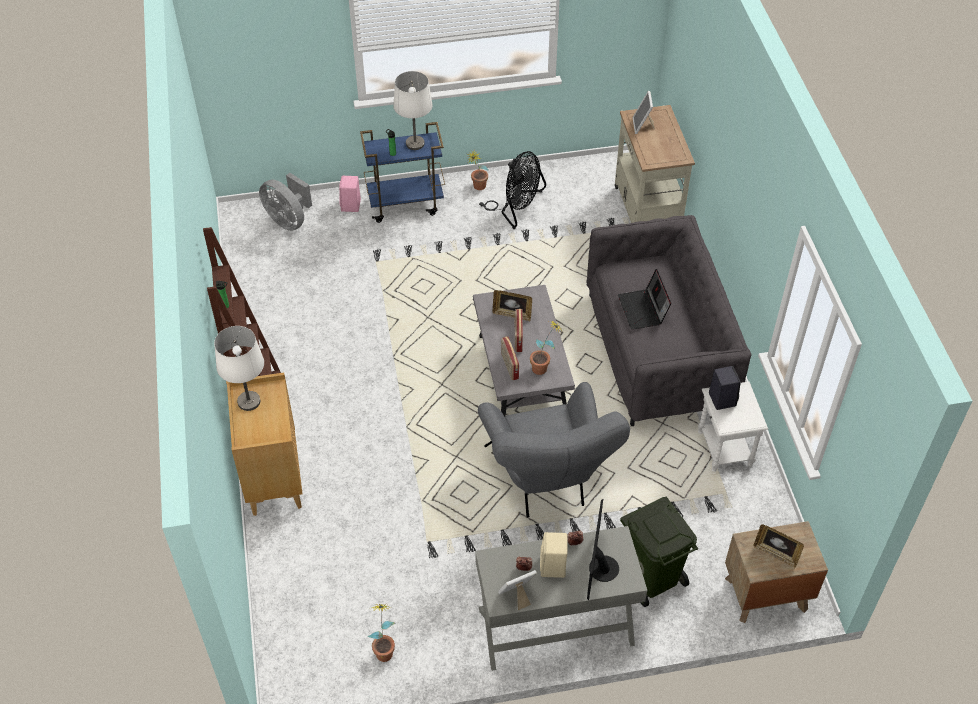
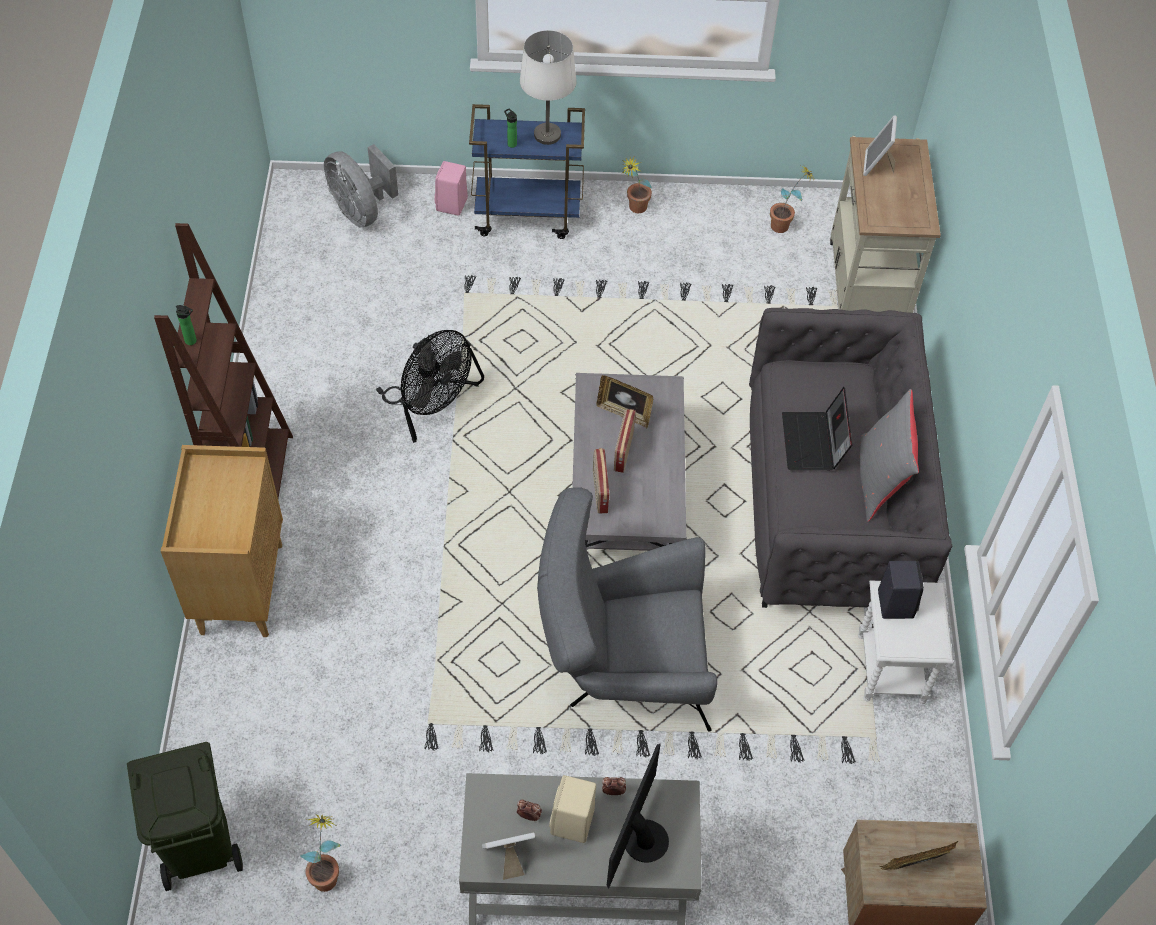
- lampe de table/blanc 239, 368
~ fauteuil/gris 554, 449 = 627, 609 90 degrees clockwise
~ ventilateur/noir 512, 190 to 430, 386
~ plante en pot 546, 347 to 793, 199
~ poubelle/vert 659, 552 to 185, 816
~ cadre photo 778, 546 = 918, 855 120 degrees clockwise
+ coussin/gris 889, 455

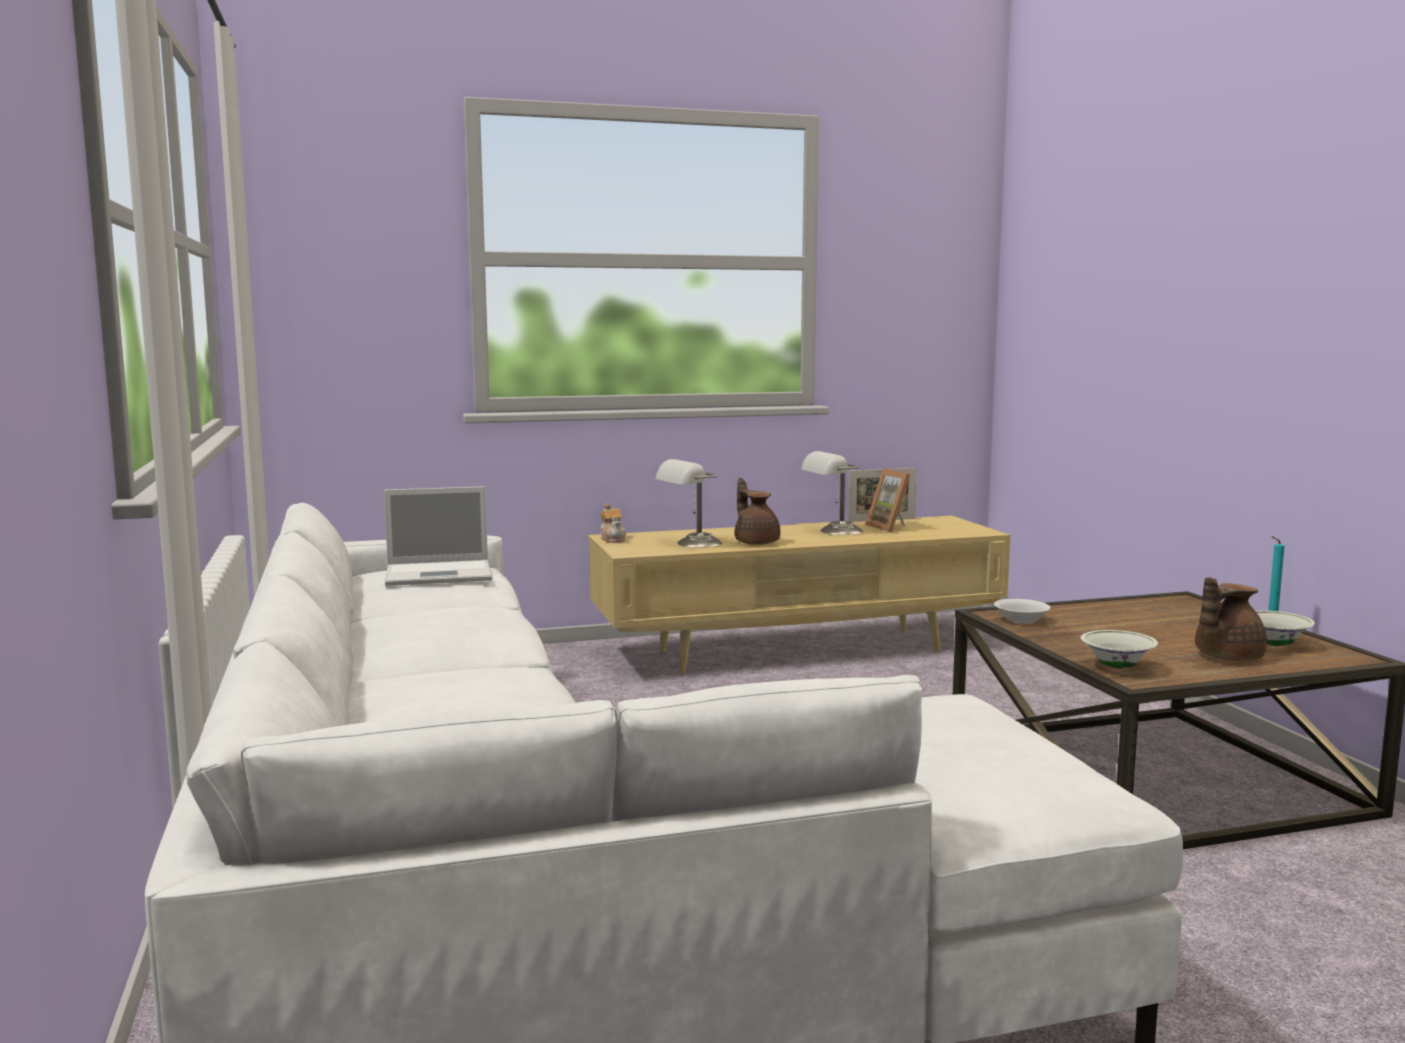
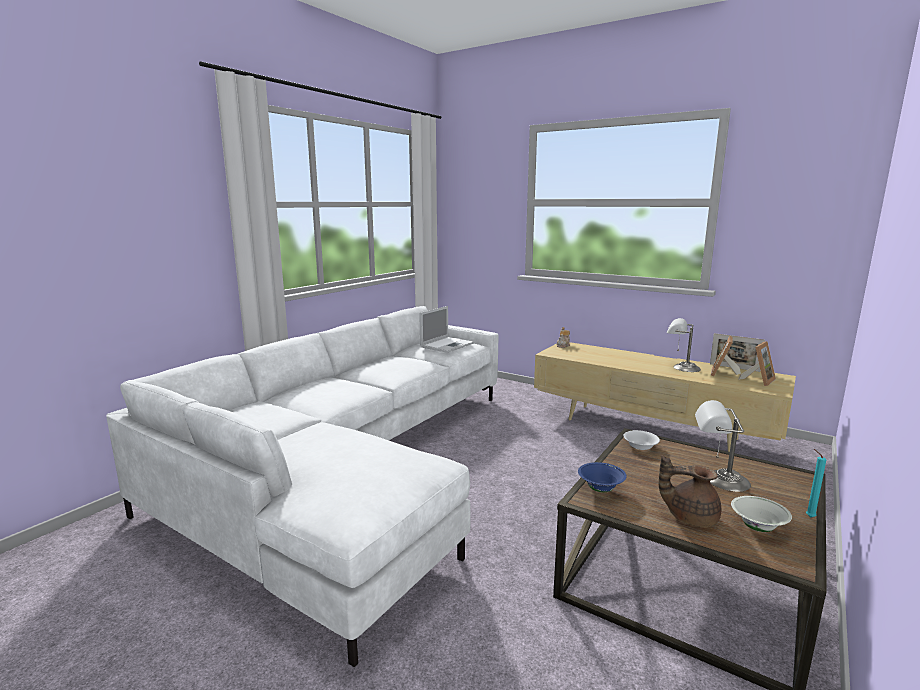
~ ordinateur portable 438, 536 = 446, 329 90 degrees counterclockwise
~ lampe de table/blanc 688, 503 to 723, 446
- théière/marron 757, 511
~ bol/blanc 1119, 649 to bol/bleu 602, 477
+ cadre photo 757, 363

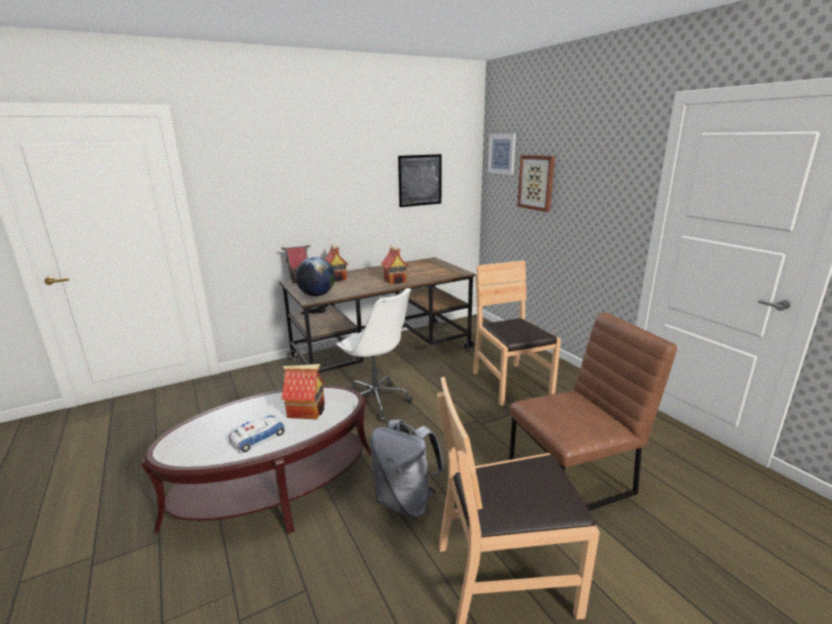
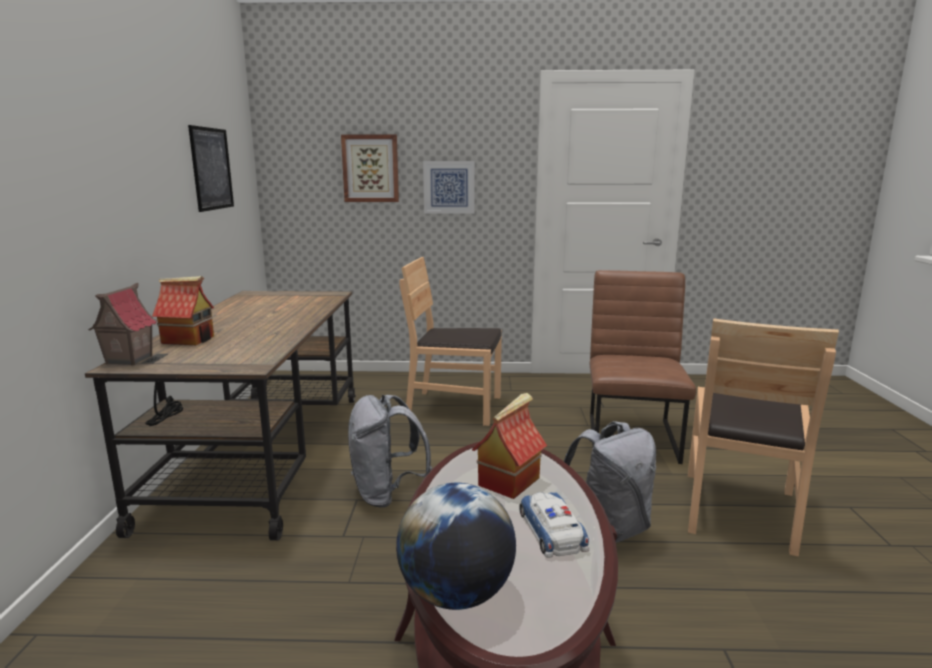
~ globe 315, 276 to 456, 546
~ chaise de bureau/blanc 374, 355 to sac à dos/gris 390, 450
- maison miniature 395, 265
~ tableau 502, 154 to 449, 187

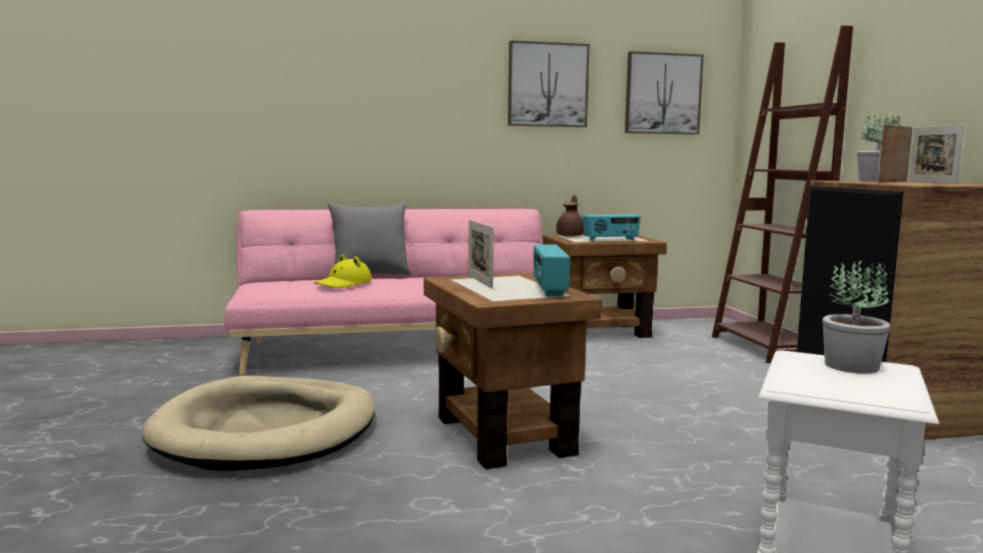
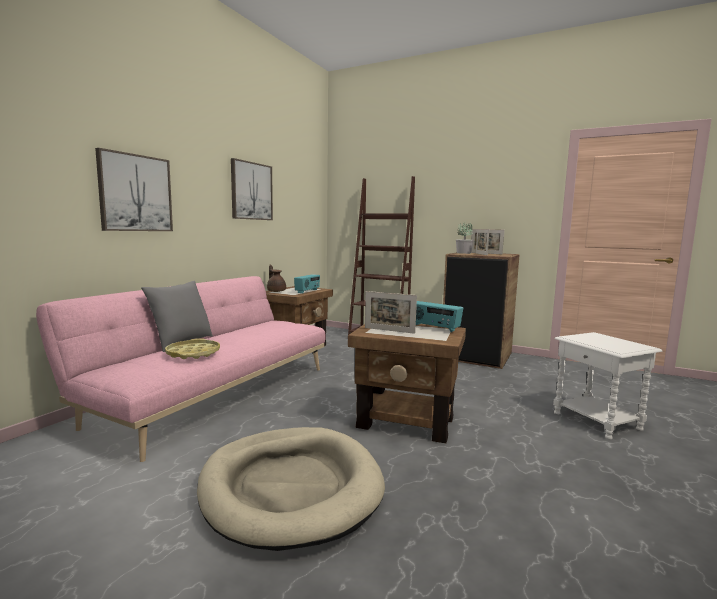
~ chapeau/jaune 343, 271 to plateau/jaune 192, 348
~ tableau 664, 93 to 134, 189
- plante en pot 856, 317

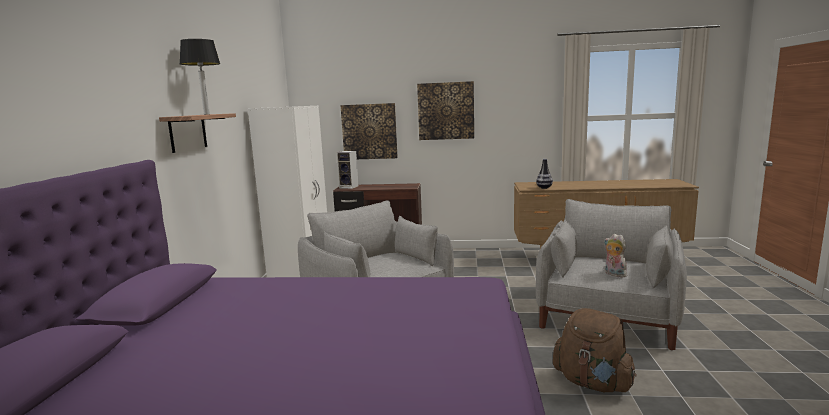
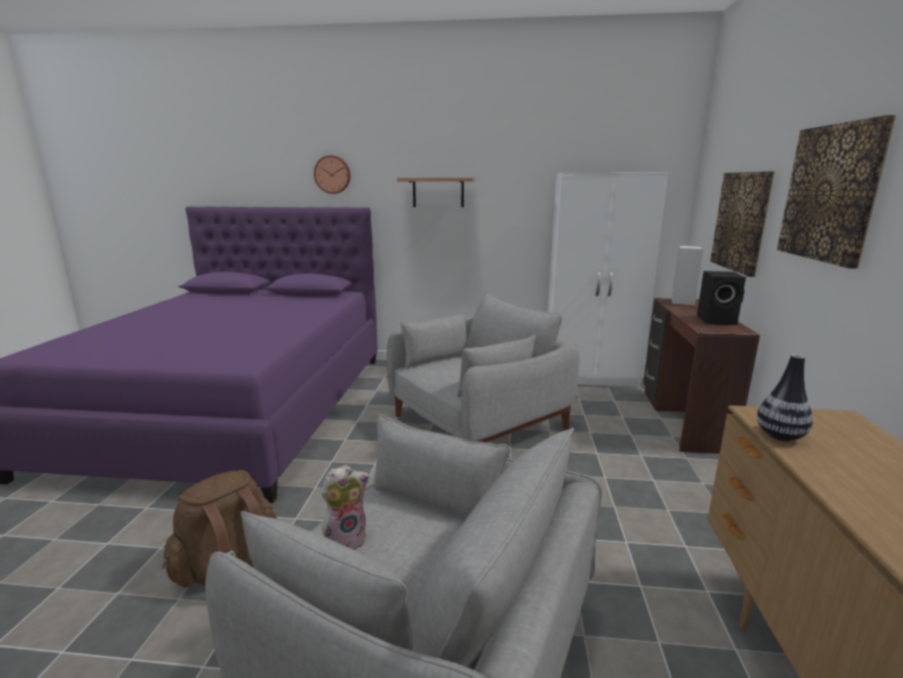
- lampe de table 199, 77
+ horloge murale 332, 174
+ enceinte/noir 721, 298

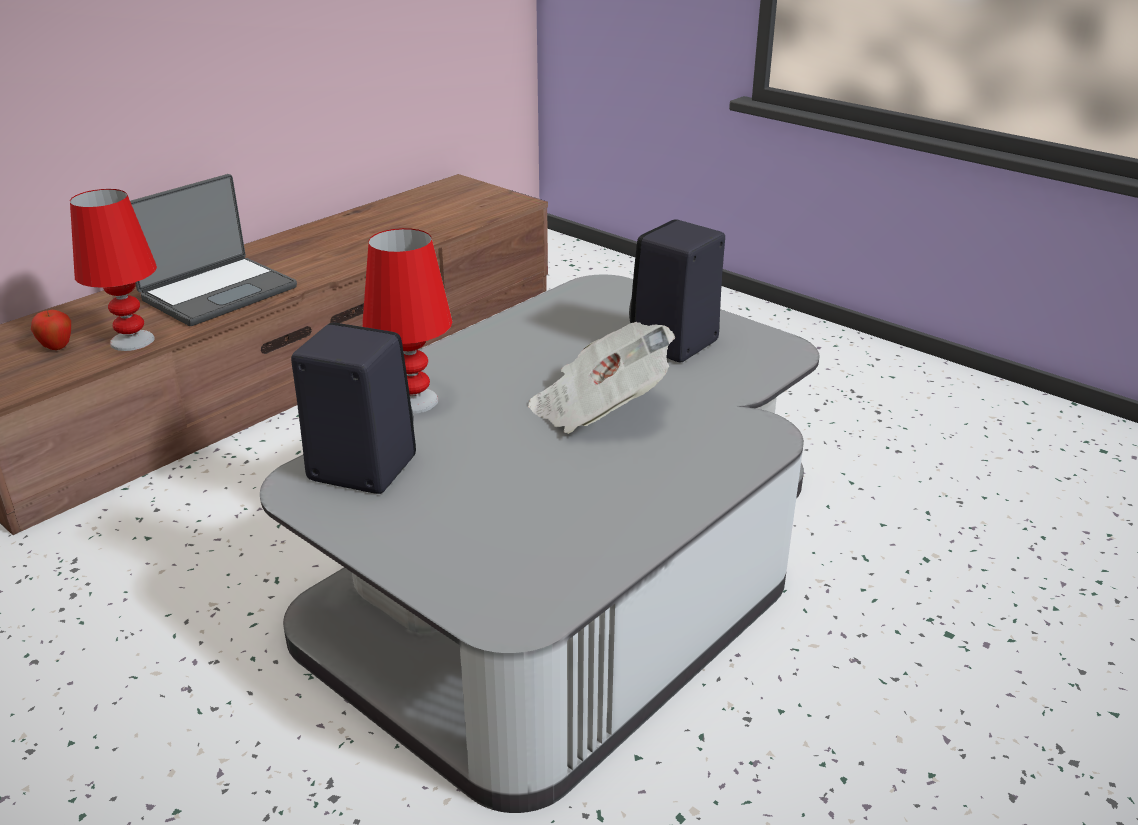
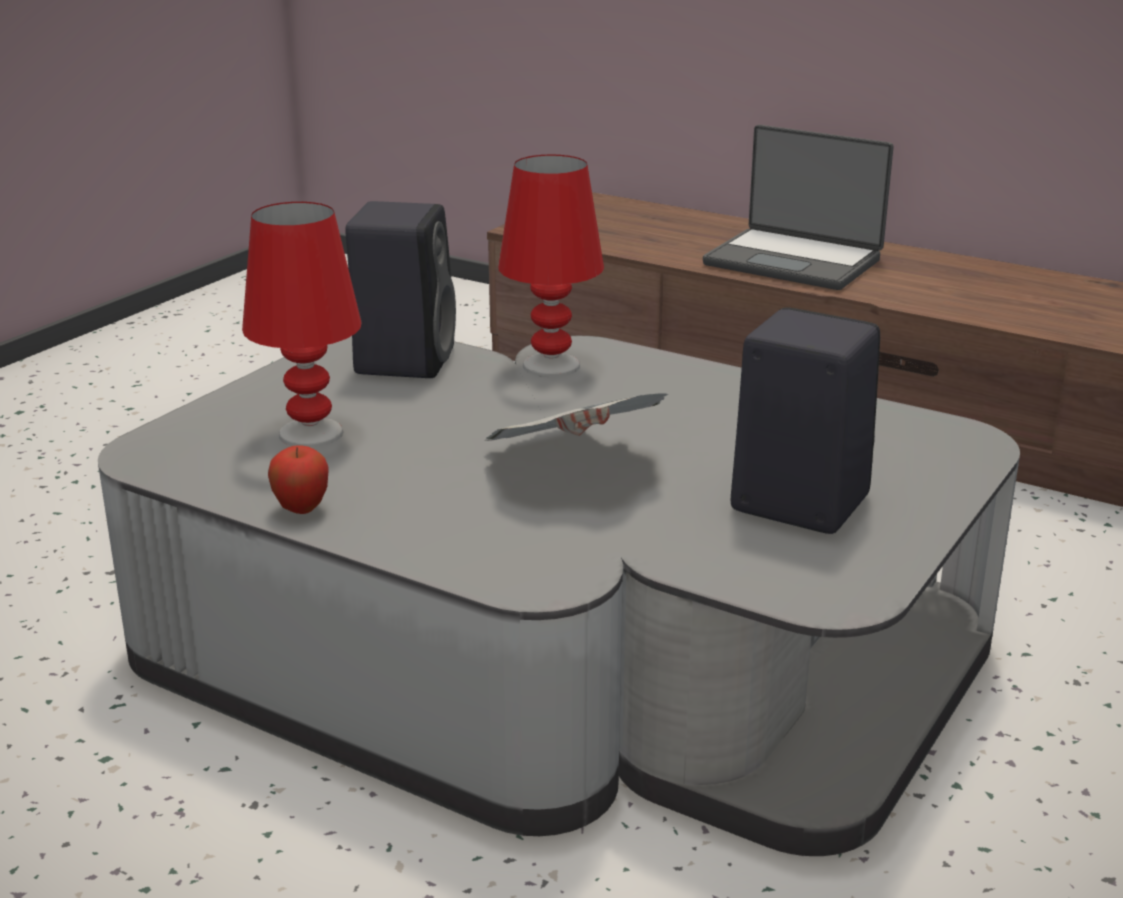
~ pomme 51, 330 to 298, 479
~ lampe de table/rouge 113, 270 to 302, 325

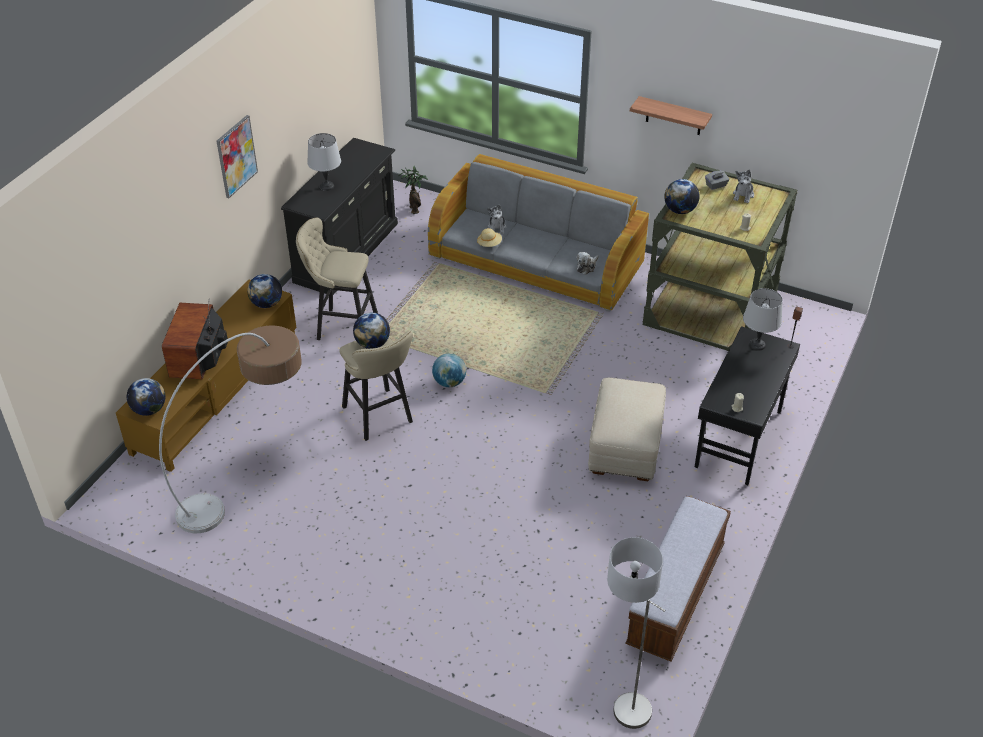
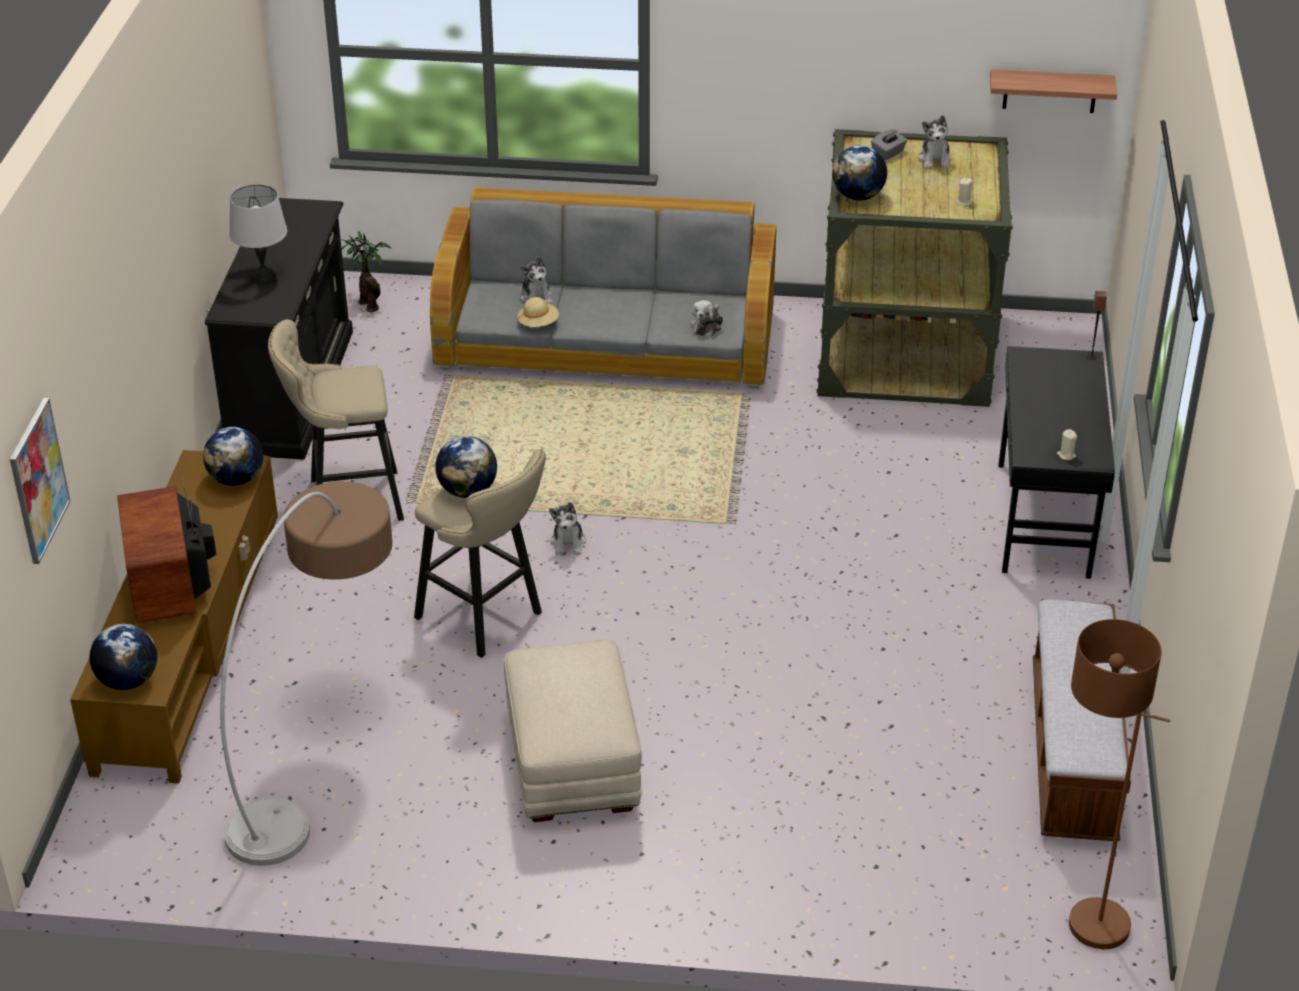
~ tableau 237, 156 to 40, 481
~ globe 449, 370 to peluche 567, 528
~ pouf/beige 627, 429 to 573, 730
~ lampadaire/gris 636, 633 to lampadaire/marron 1120, 784
~ étagère 671, 115 to 1053, 91
- lampe de table/gris 763, 319

